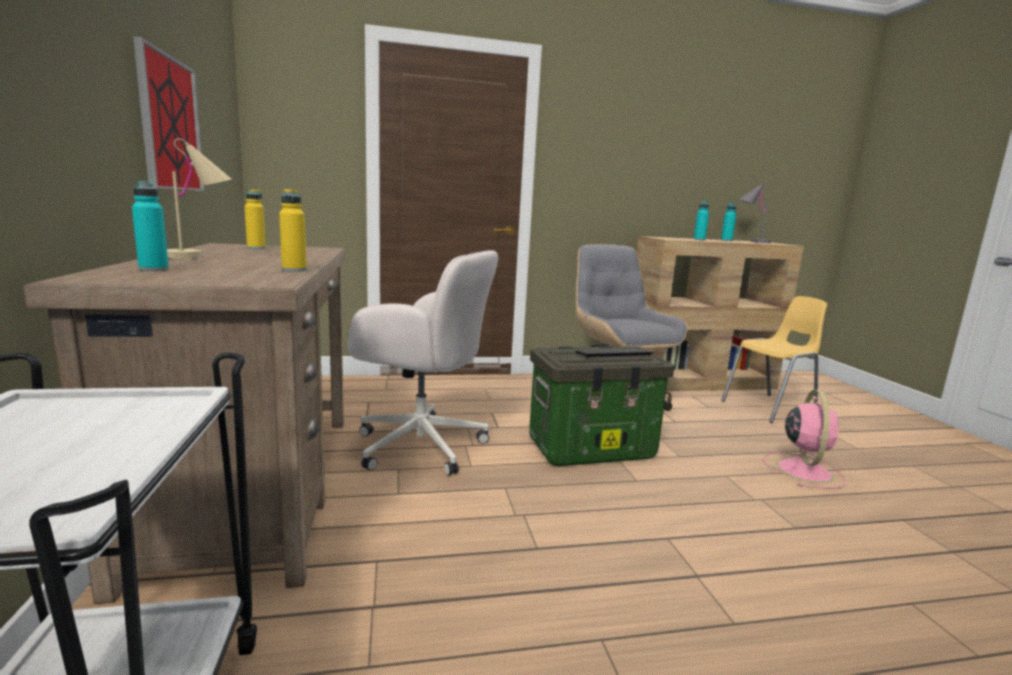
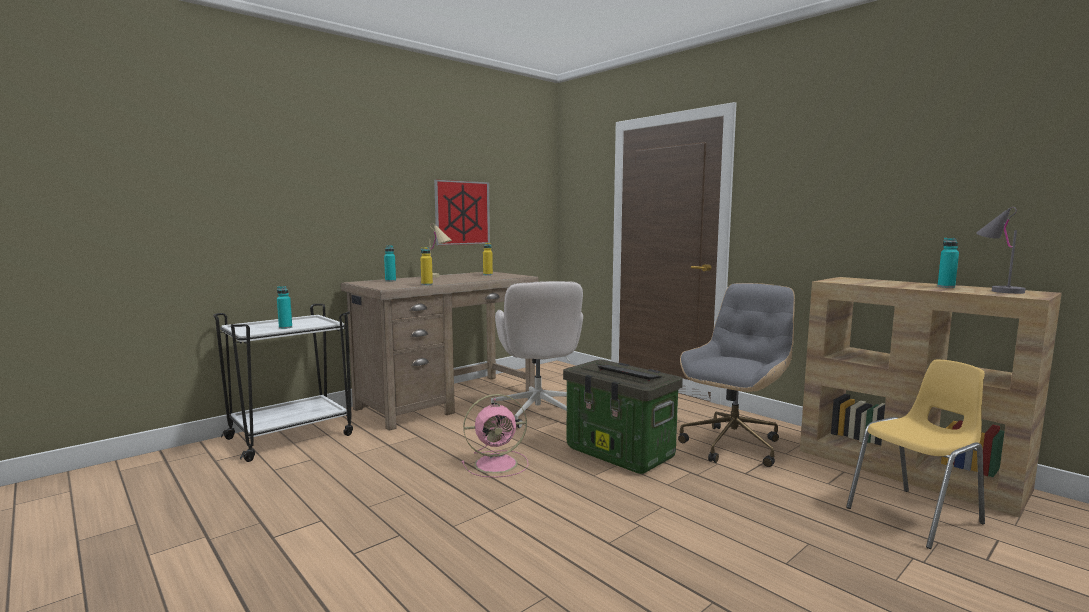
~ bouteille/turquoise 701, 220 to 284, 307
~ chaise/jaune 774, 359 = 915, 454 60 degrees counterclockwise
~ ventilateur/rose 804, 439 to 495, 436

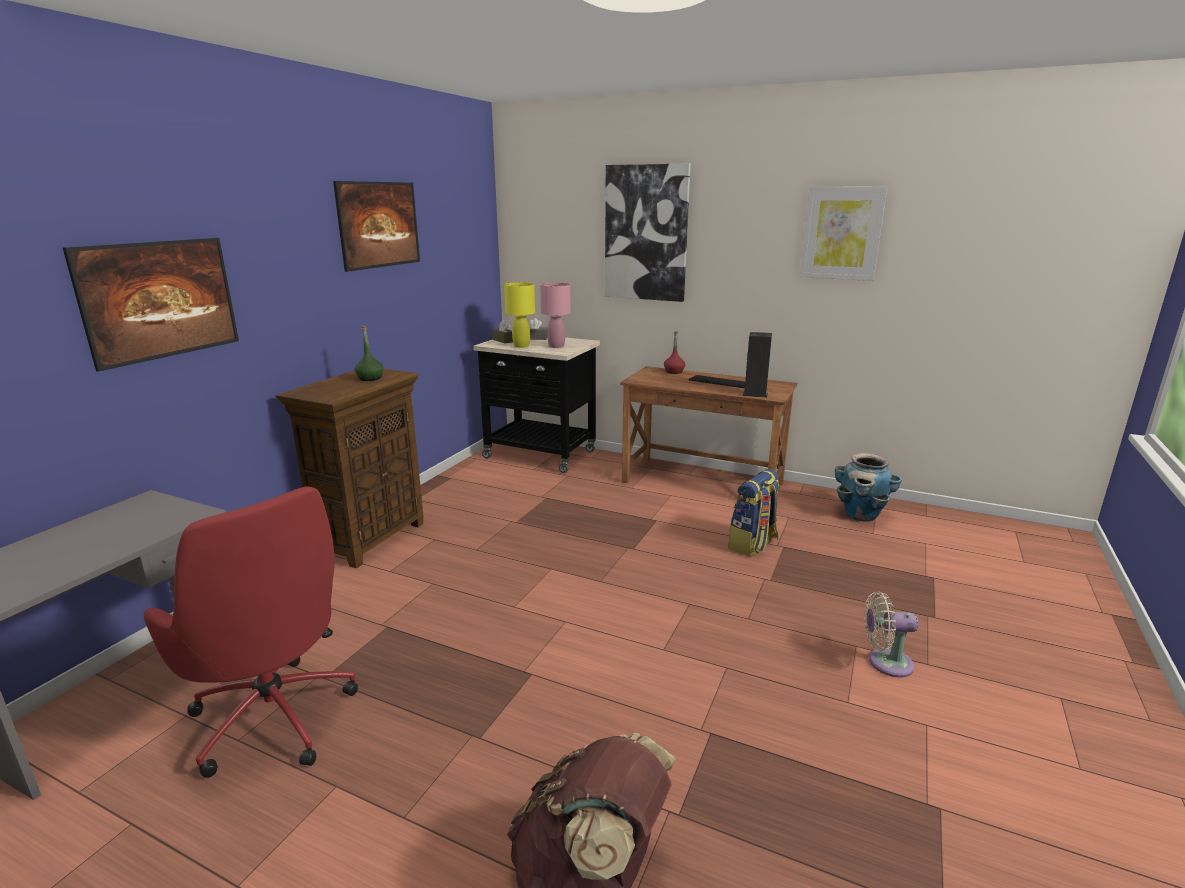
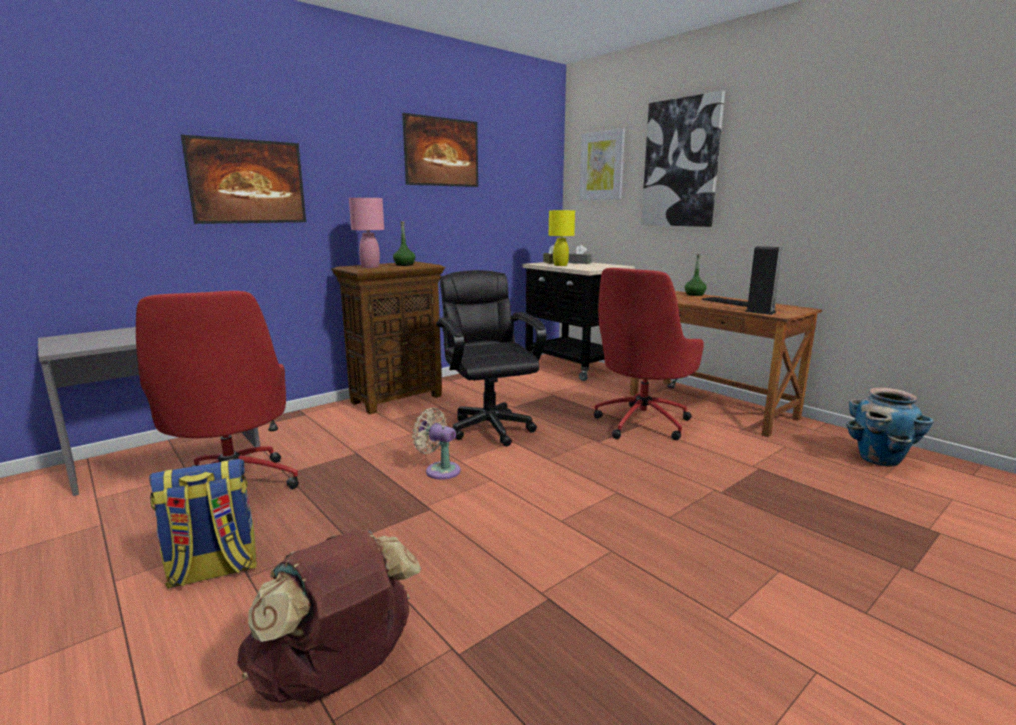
~ lampe de table/rose 555, 315 to 366, 233
~ bouteille/rouge 674, 352 to bouteille/vert 696, 275
~ sac à dos 754, 513 to 203, 524
~ tableau 843, 234 to 602, 164
~ ventilateur/beige 891, 634 to 436, 444
+ chaise de bureau/noir 491, 358
+ chaise de bureau/rouge 649, 354

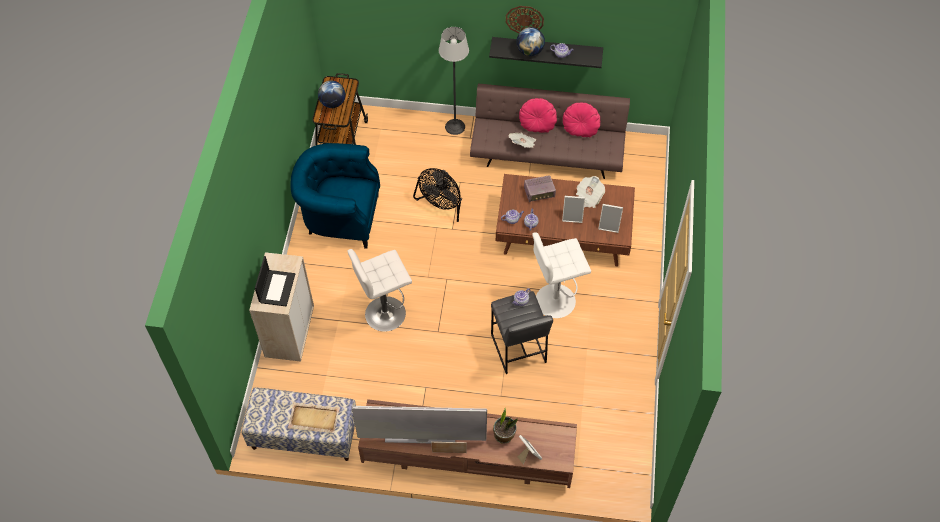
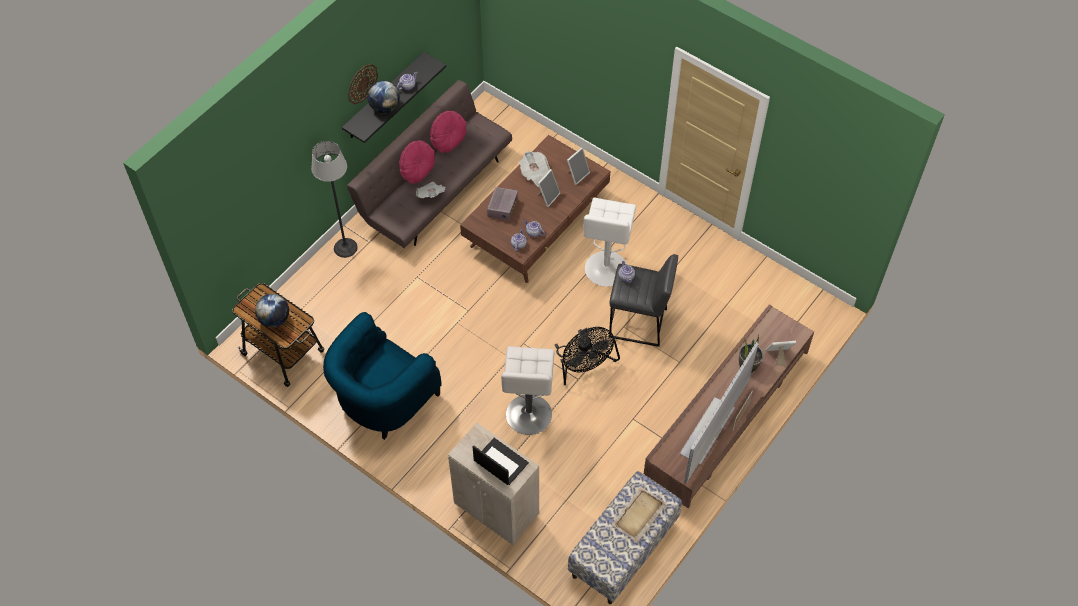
~ ventilateur/noir 437, 195 to 587, 356

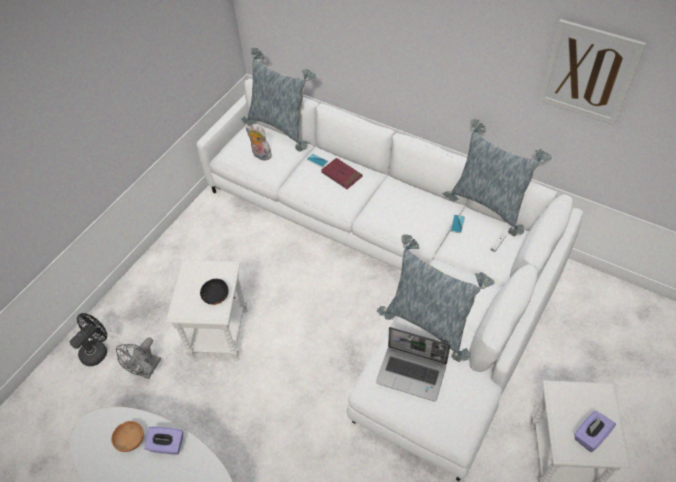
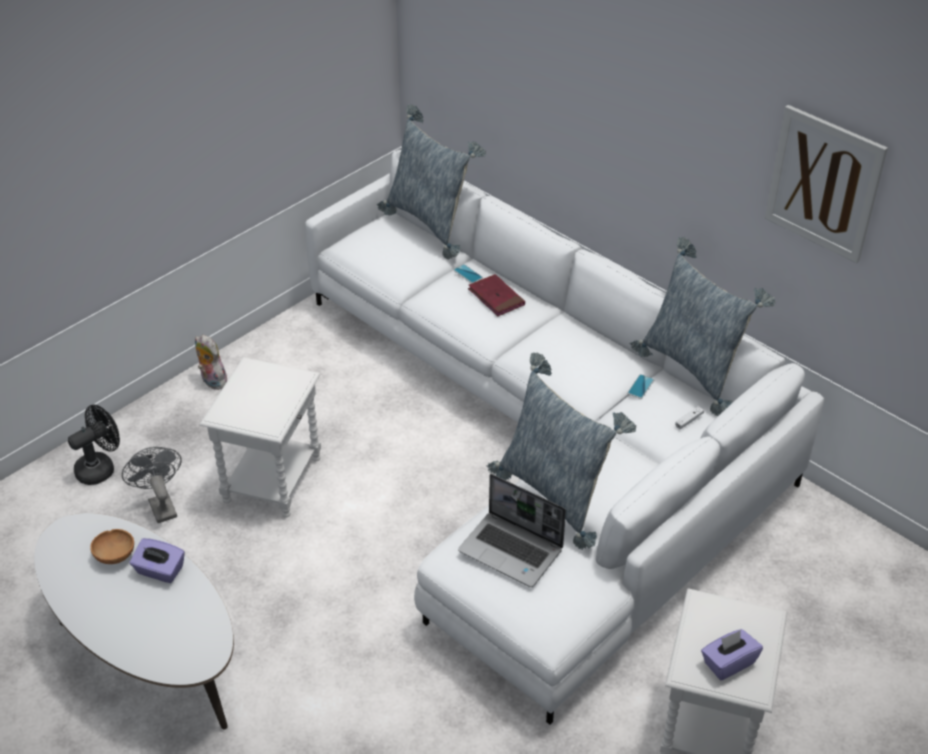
~ ventilateur/gris 138, 358 = 152, 485 120 degrees clockwise
- bol/noir 214, 292
~ peluche 259, 142 to 211, 362

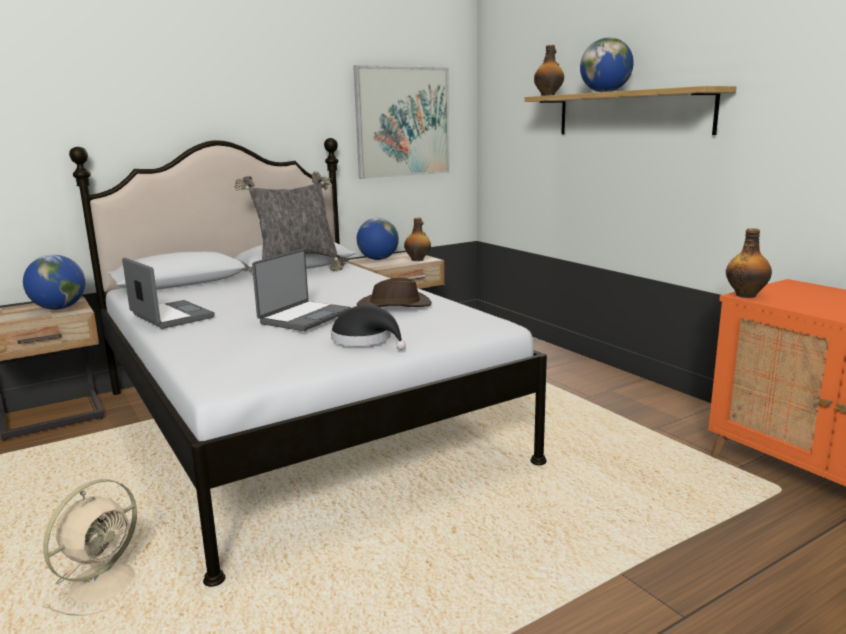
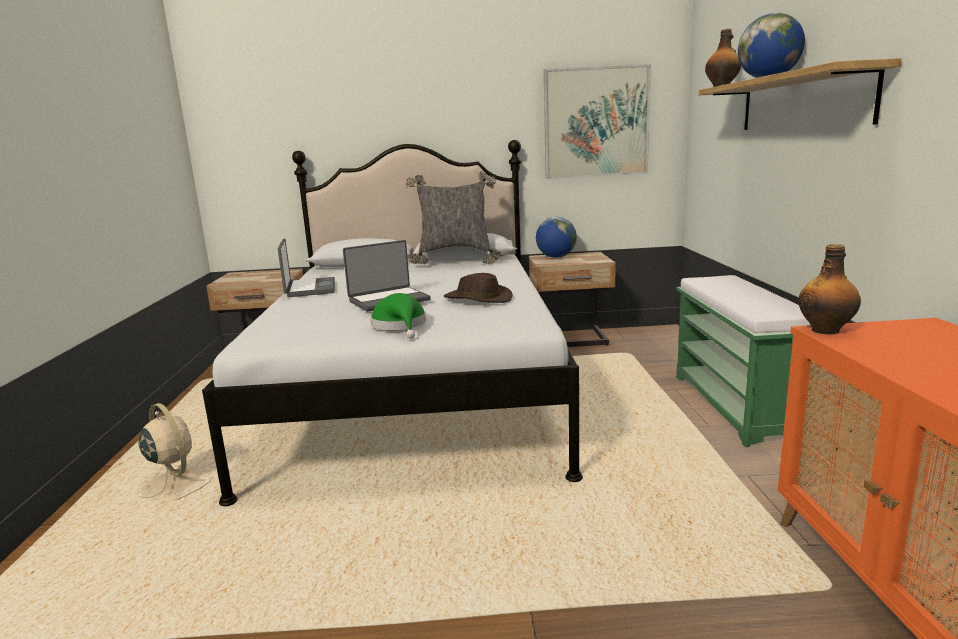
- globe 54, 282
~ ventilateur/beige 89, 547 = 176, 452 105 degrees counterclockwise
~ chapeau/noir 368, 327 to chapeau/vert 398, 316
- bouteille 417, 239
+ banc/vert 743, 361

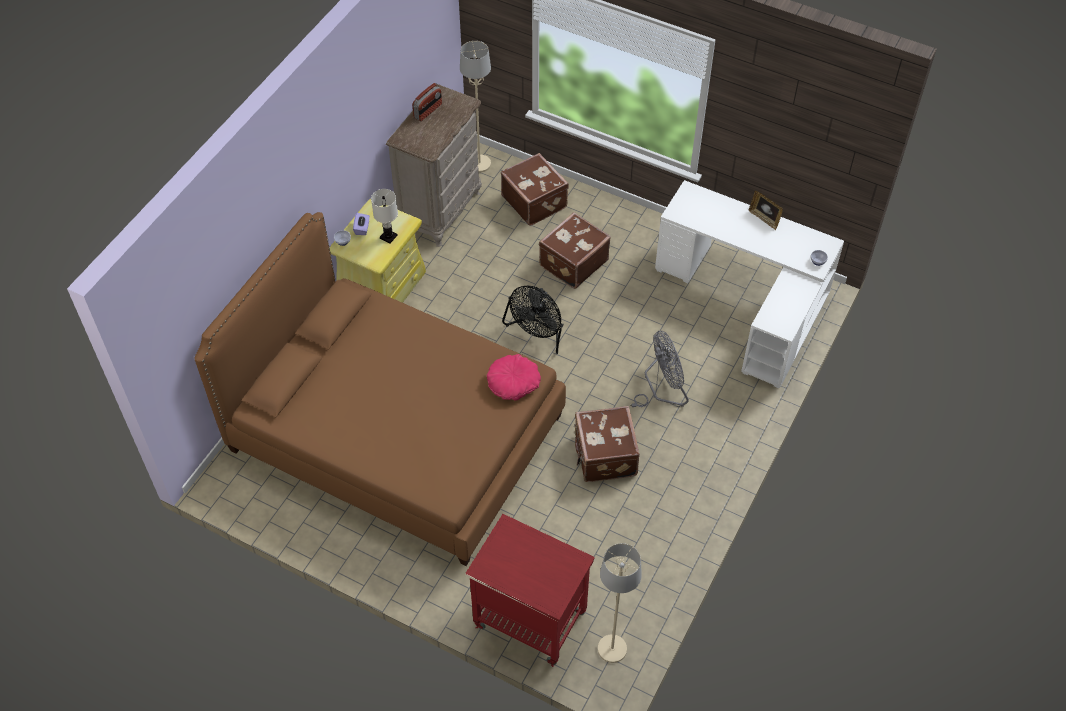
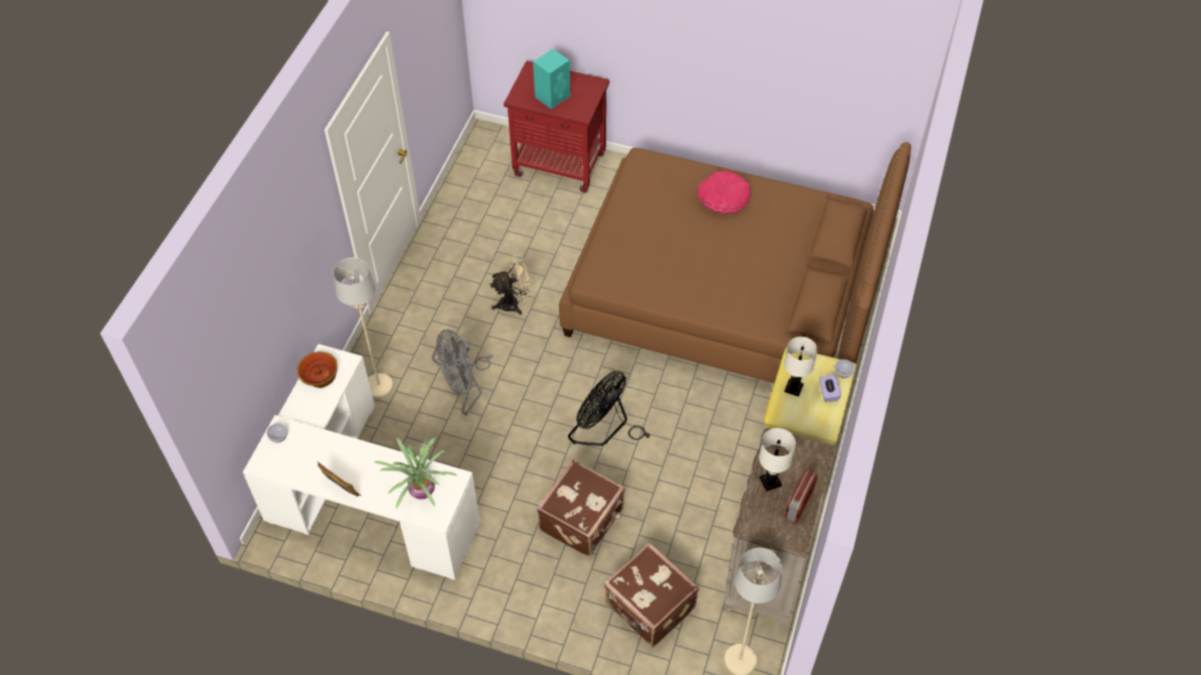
~ coussin/rose 514, 377 to 724, 192
~ ventilateur/noir 532, 320 = 609, 408 75 degrees counterclockwise
~ valise/marron 607, 444 to ventilateur/beige 511, 285
~ lampadaire/beige 620, 603 to 363, 327
+ bol 317, 369
+ plante en pot 416, 473
+ enceinte/turquoise 551, 79
+ lampe de table/blanc 777, 459

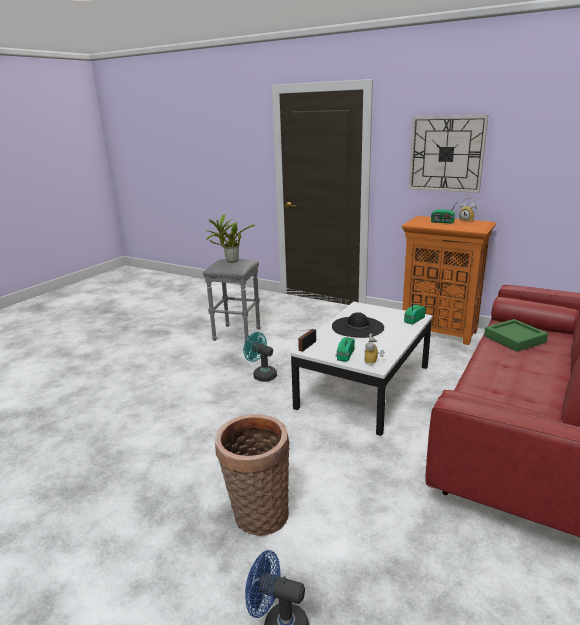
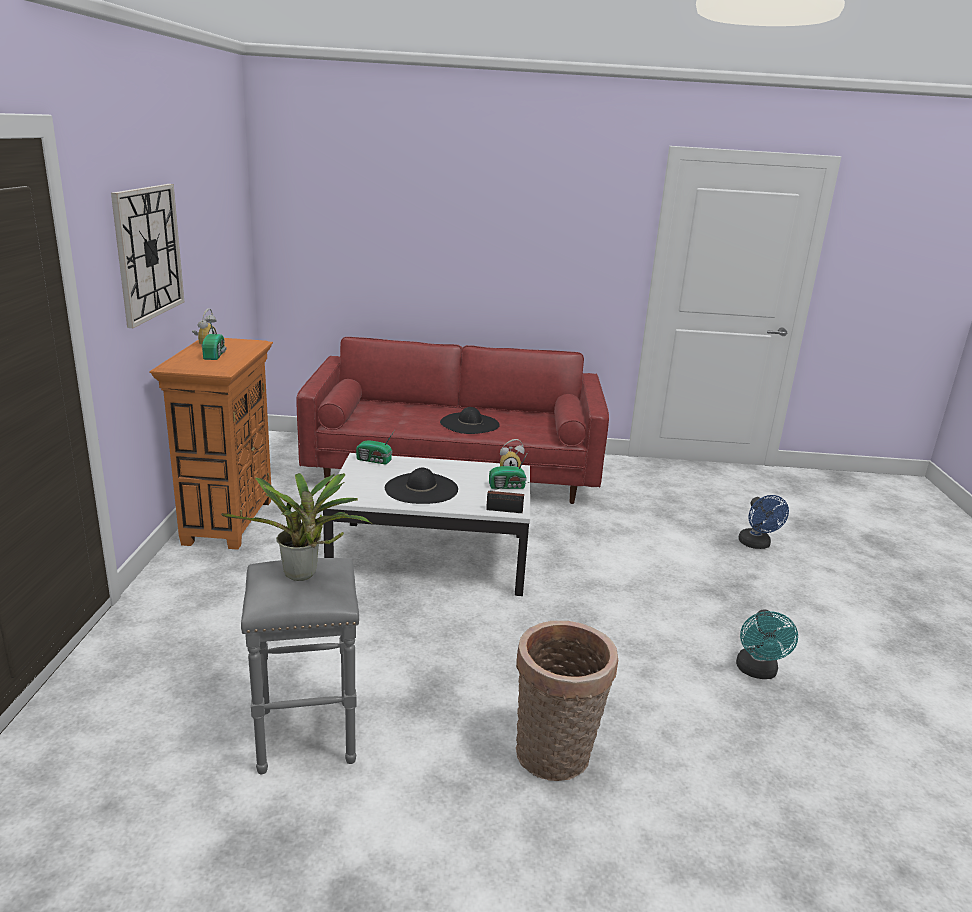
~ panier 252, 475 to 567, 701
~ ventilateur/turquoise 260, 357 to 767, 644
- plateau/vert 516, 335
+ chapeau/noir 470, 420

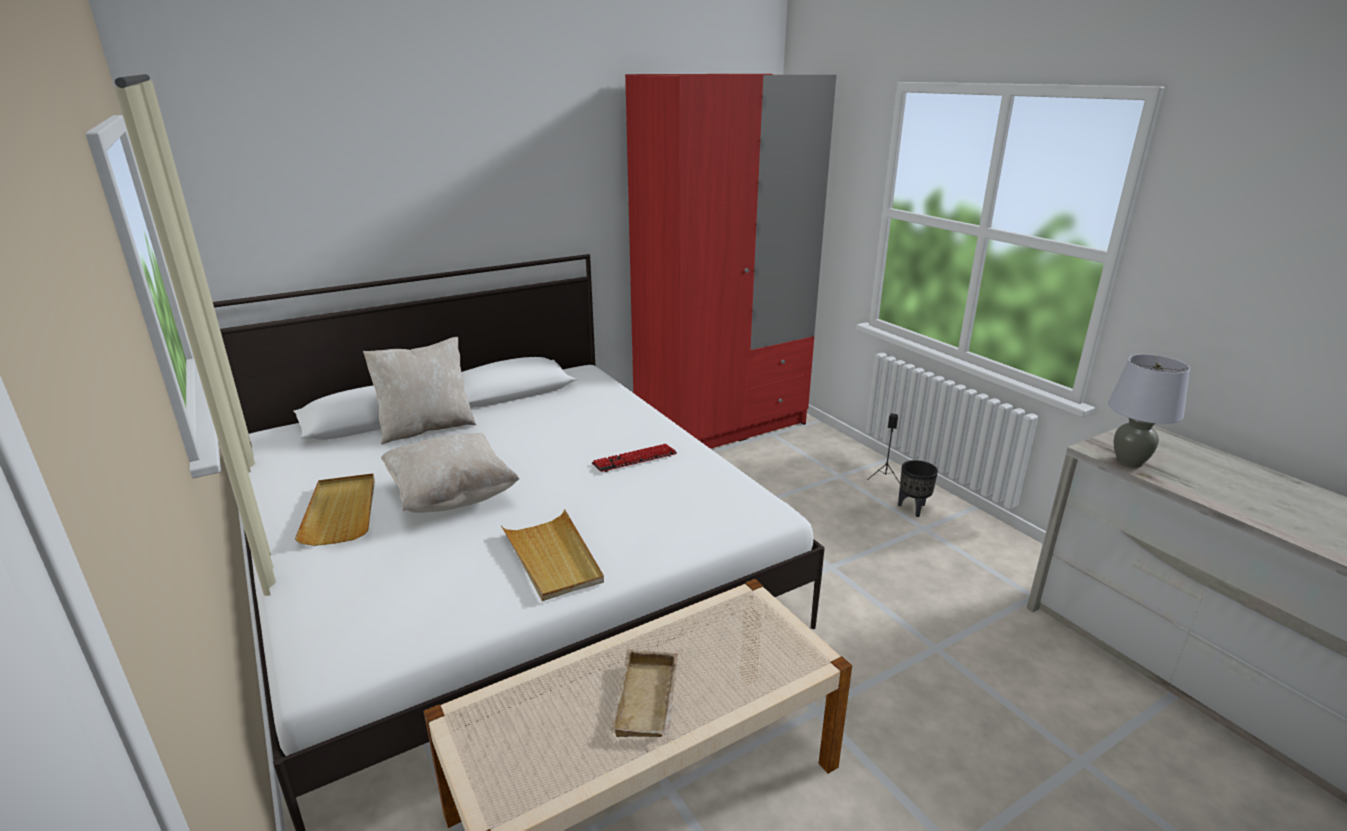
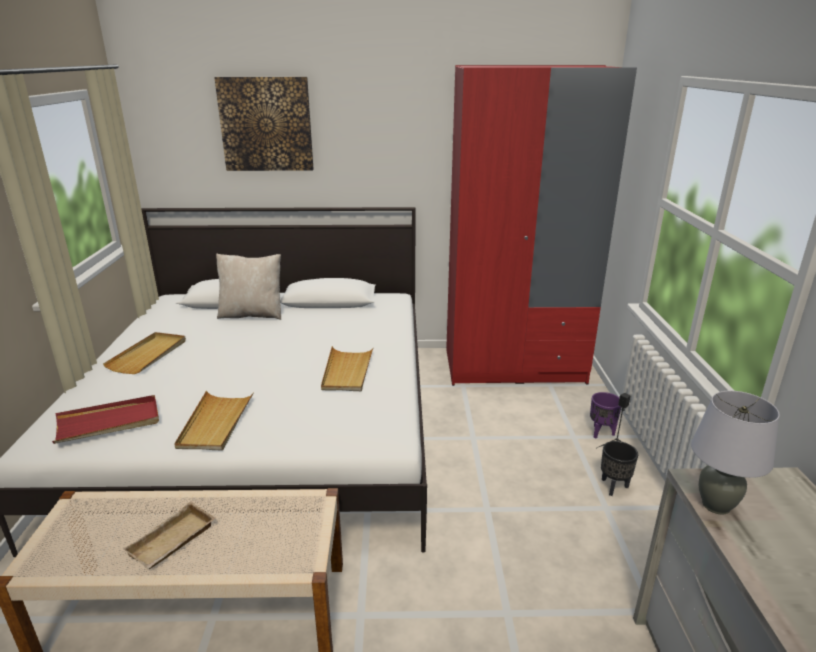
- coussin/beige 450, 473
~ clavier 634, 458 to plateau/beige 347, 368
+ plateau/rouge 105, 419
+ tableau 264, 124
+ cache-pot/violet 605, 415

